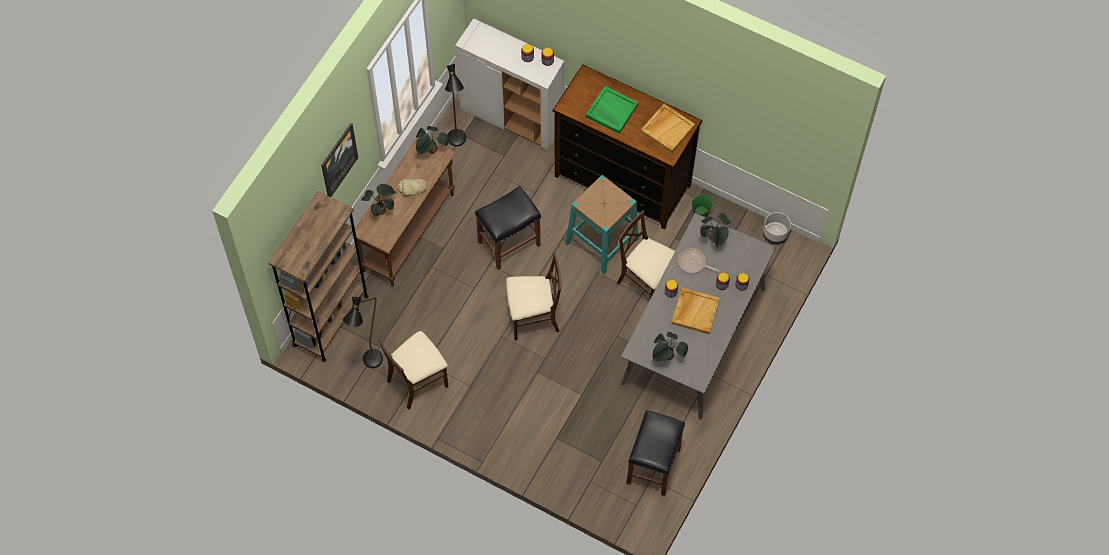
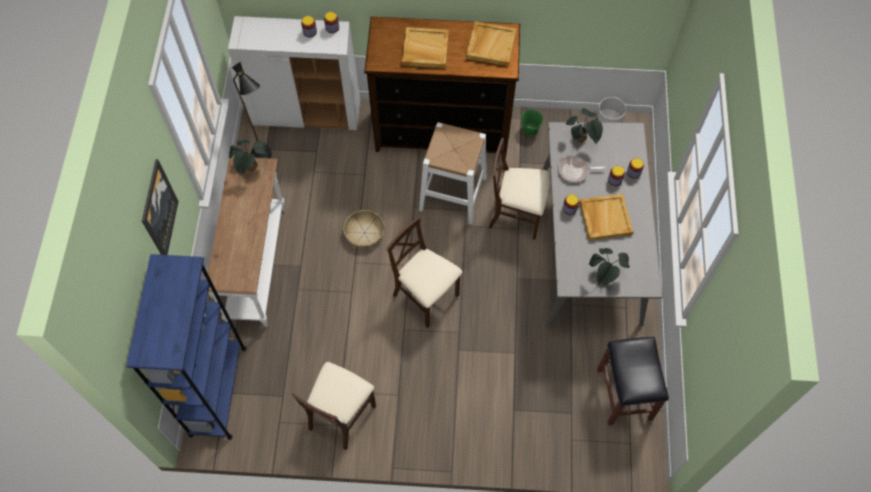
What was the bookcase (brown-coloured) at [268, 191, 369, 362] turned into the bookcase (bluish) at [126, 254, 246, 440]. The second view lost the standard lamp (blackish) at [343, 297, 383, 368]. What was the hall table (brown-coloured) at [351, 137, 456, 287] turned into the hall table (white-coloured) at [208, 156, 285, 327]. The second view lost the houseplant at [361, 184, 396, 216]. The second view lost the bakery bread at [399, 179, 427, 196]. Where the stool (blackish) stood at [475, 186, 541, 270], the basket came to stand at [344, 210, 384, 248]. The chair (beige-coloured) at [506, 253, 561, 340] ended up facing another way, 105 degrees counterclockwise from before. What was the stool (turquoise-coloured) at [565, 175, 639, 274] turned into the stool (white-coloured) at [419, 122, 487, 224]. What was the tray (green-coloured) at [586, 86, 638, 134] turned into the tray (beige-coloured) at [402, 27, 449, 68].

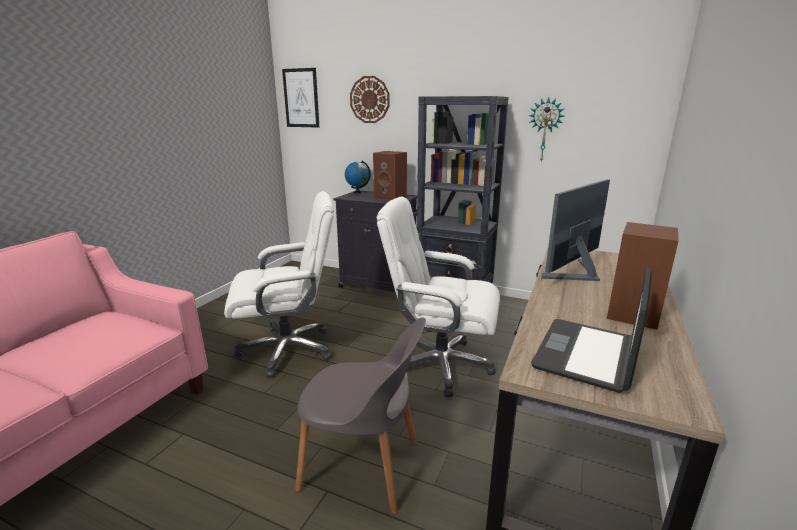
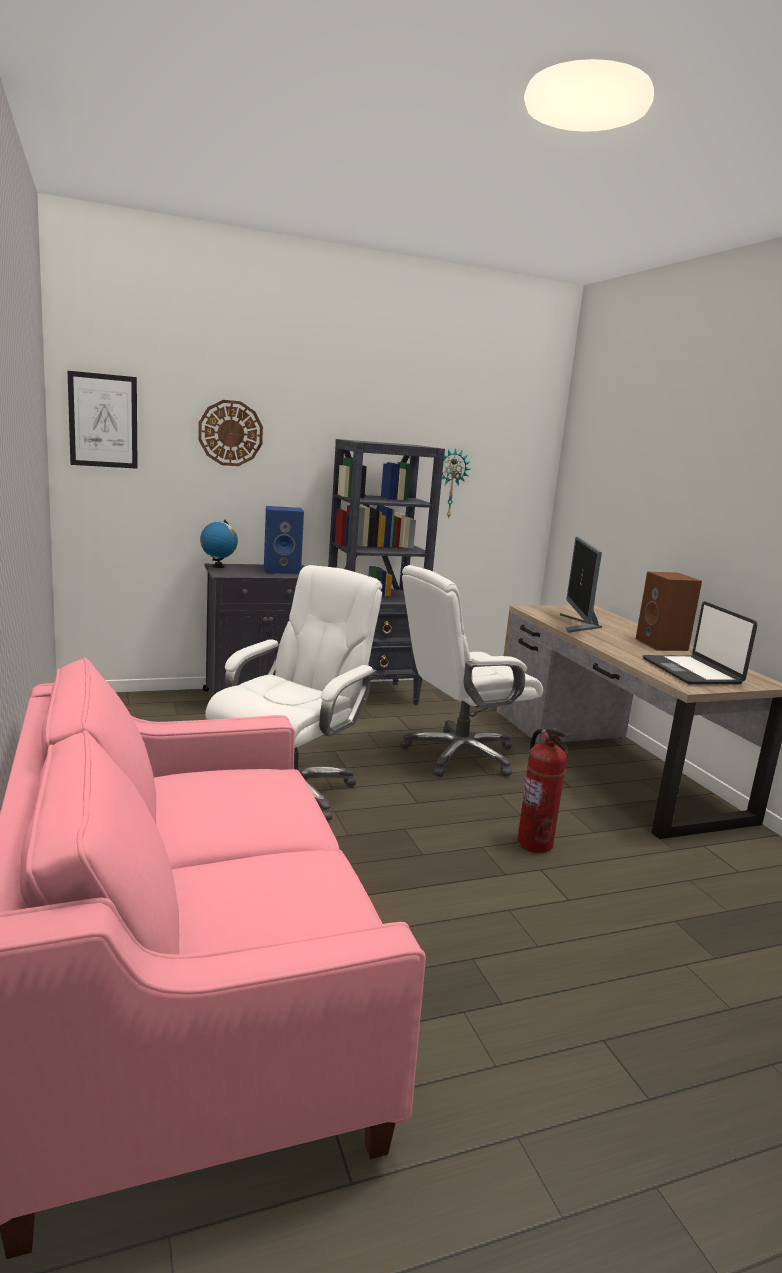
Where the chair (grey) stood at [295, 318, 426, 514], the fire extinguisher came to stand at [517, 728, 570, 853]. What was the loudspeaker (brown-coloured) at [373, 151, 407, 201] turned into the loudspeaker (bluish) at [264, 506, 304, 574].

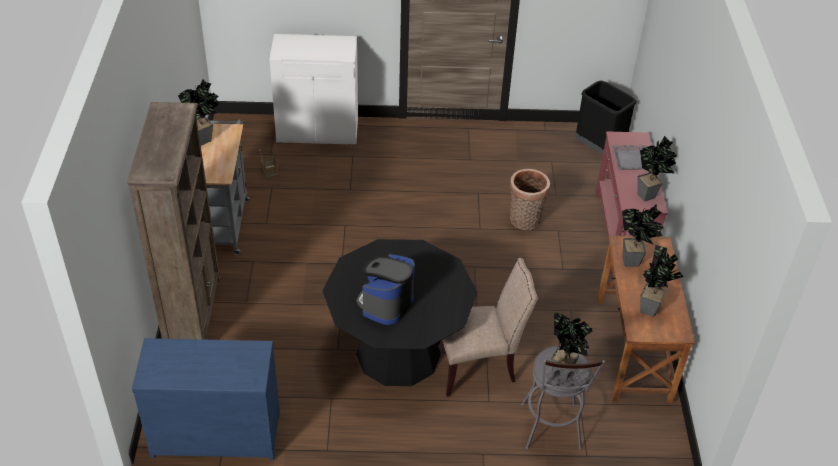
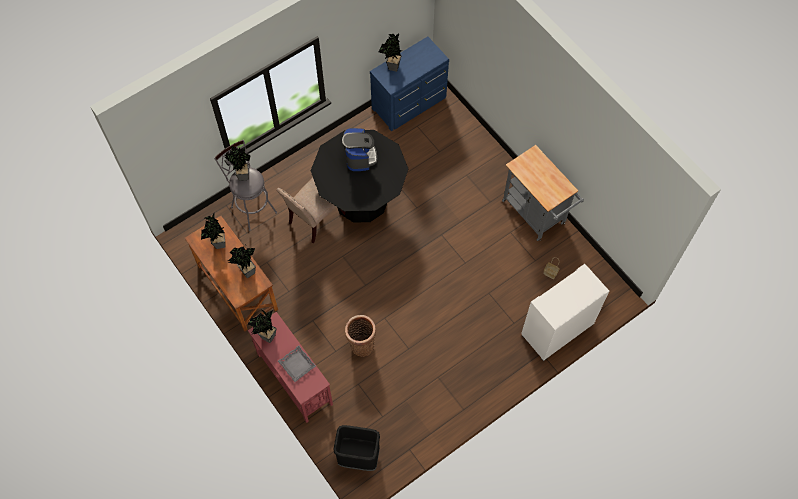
The second view lost the bookcase (brown-coloured) at [127, 102, 220, 340]. The houseplant ended up elsewhere, having gone from [178, 79, 220, 145] to [379, 33, 402, 72].

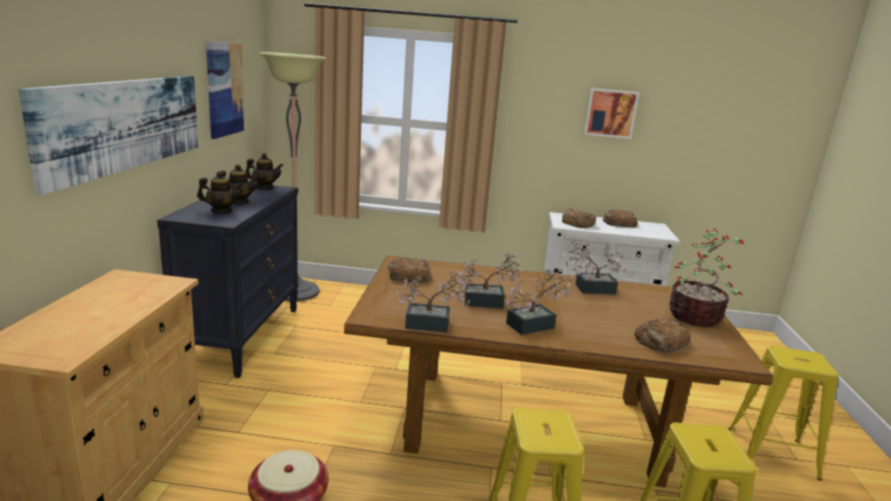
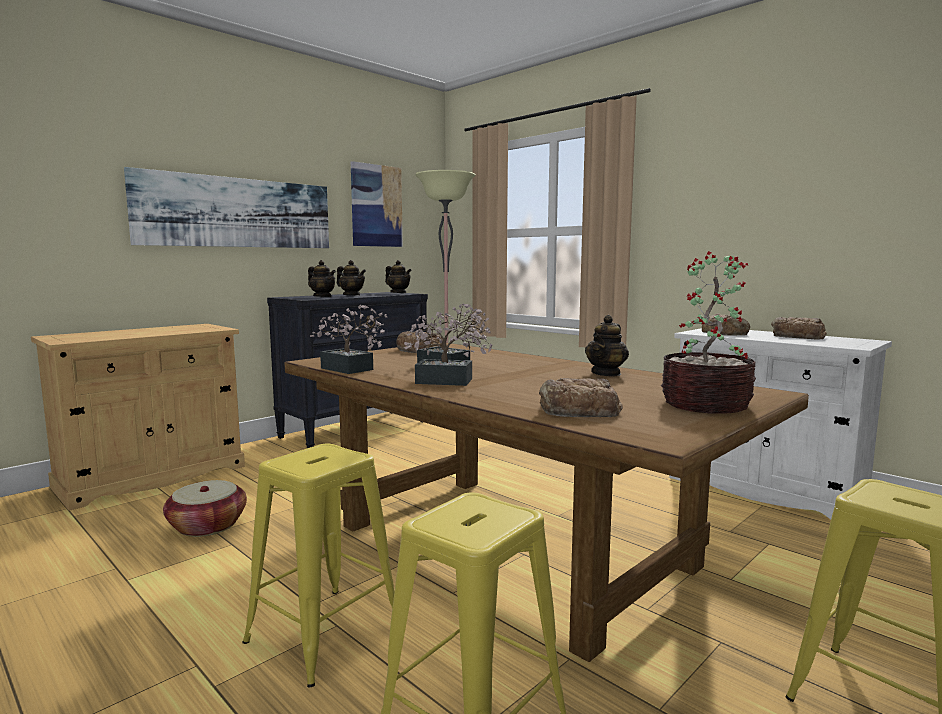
Where the houseplant stood at [566, 239, 627, 295], the tea pot came to stand at [585, 315, 629, 377]. The second view lost the wall picture at [584, 88, 639, 139].

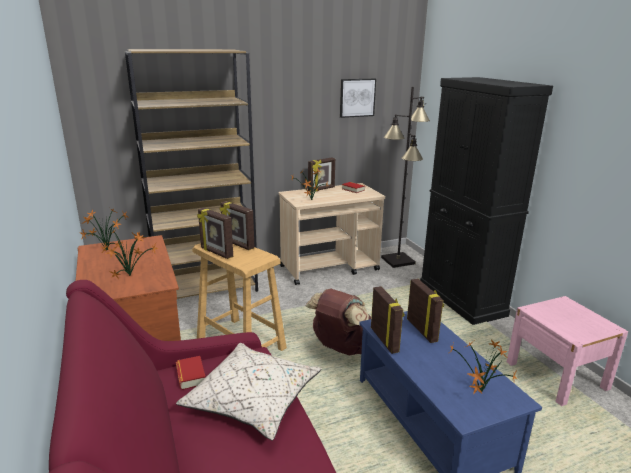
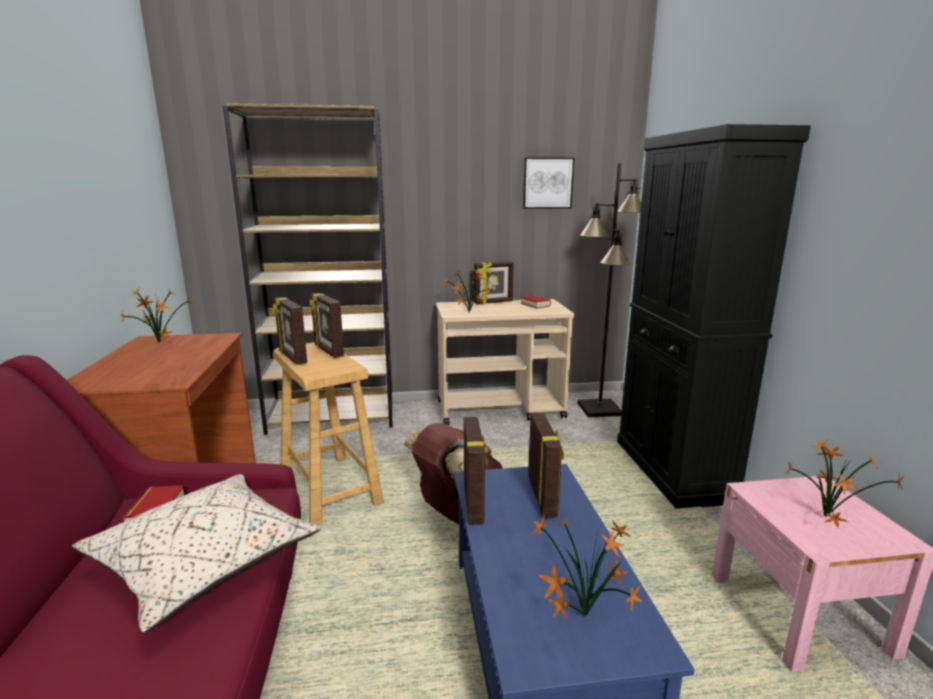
The houseplant ended up elsewhere, having gone from [101, 231, 158, 279] to [785, 439, 904, 528].

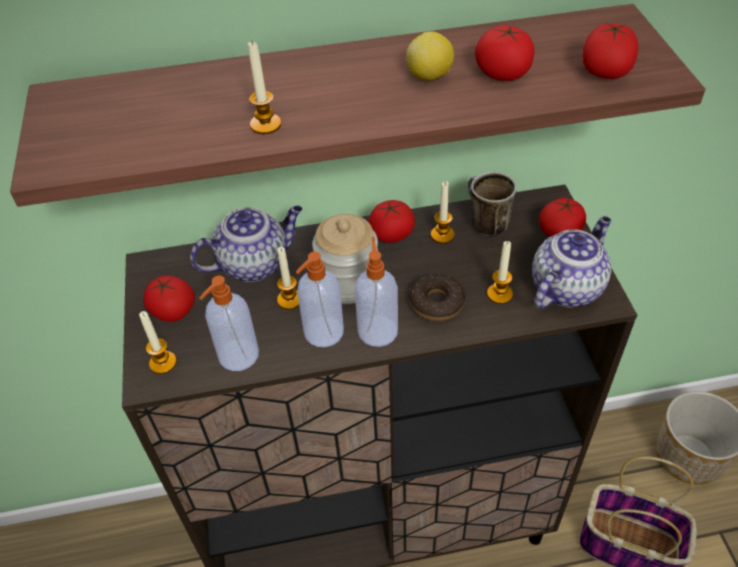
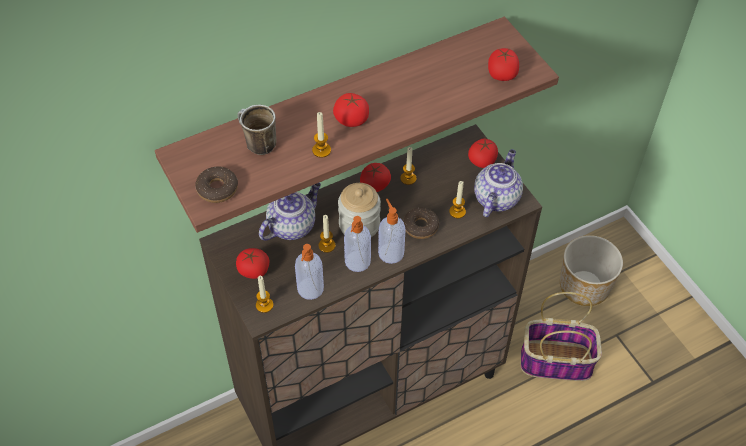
The second view lost the lemon at [406, 31, 454, 81]. The coffee mug ended up elsewhere, having gone from [468, 172, 517, 236] to [237, 104, 276, 155]. The whole tomato ended up elsewhere, having gone from [475, 25, 535, 81] to [333, 93, 369, 127]. The second view gained the donut at [195, 166, 238, 203].

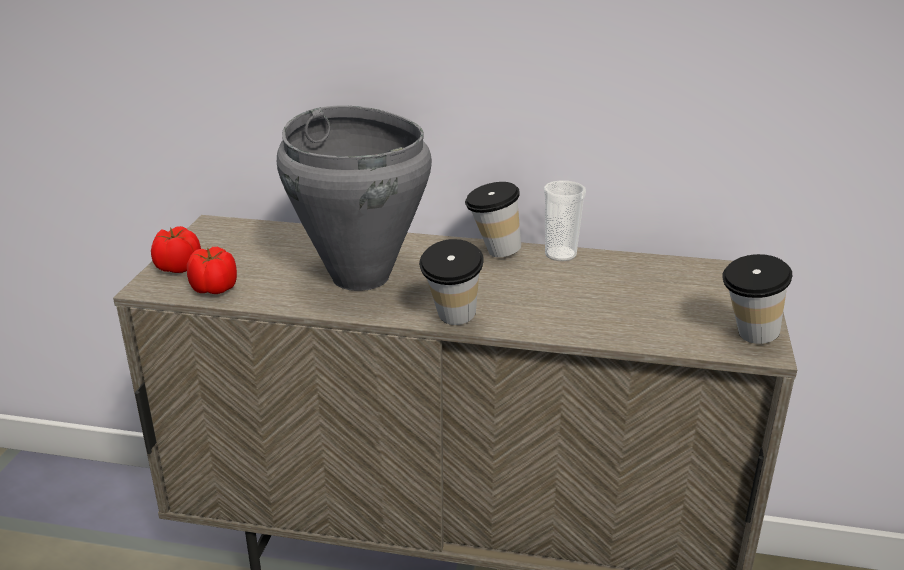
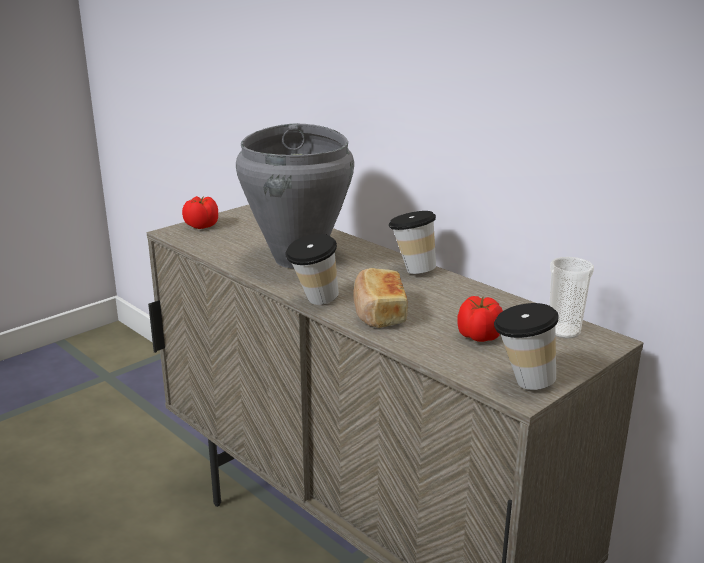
The whole tomato ended up elsewhere, having gone from [187, 247, 237, 294] to [457, 296, 503, 342]. The drinking cup ended up elsewhere, having gone from [544, 180, 586, 261] to [549, 257, 594, 339]. The second view gained the bakery bread at [353, 268, 407, 328].

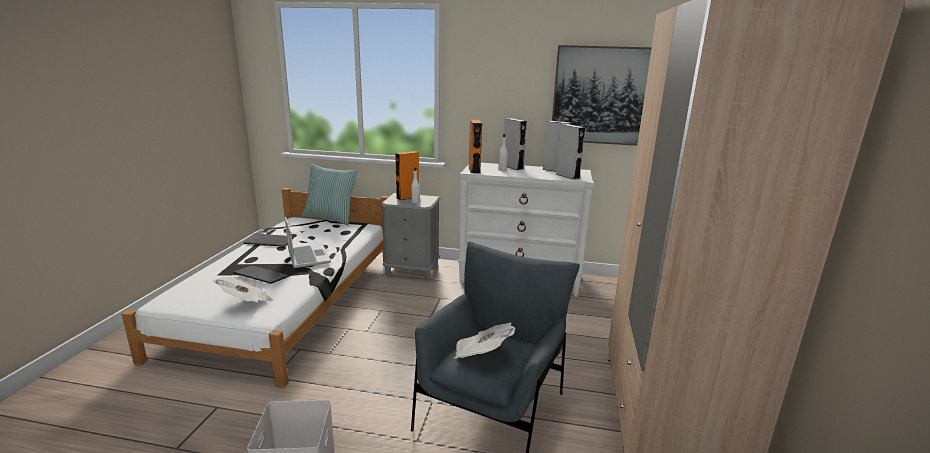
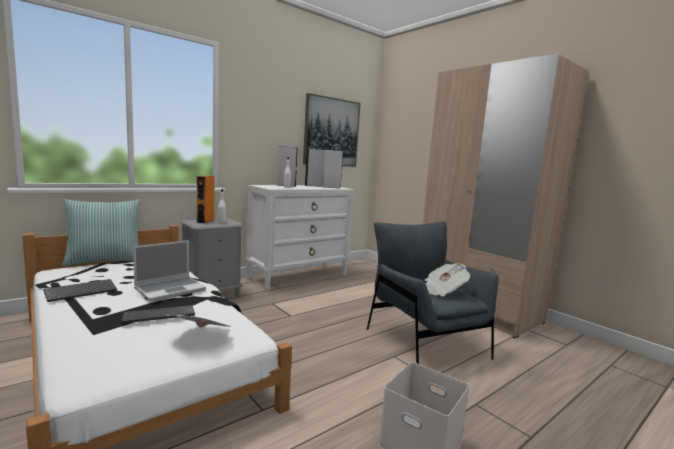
The laptop at [285, 217, 331, 268] ended up facing another way, 120 degrees clockwise from before. The second view lost the loudspeaker (orange) at [469, 120, 482, 174].

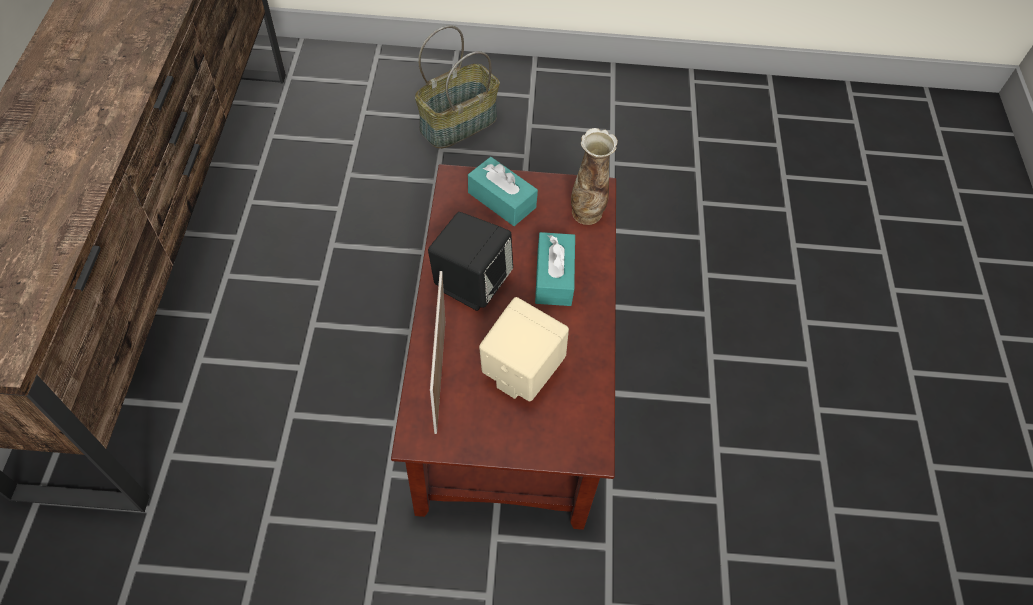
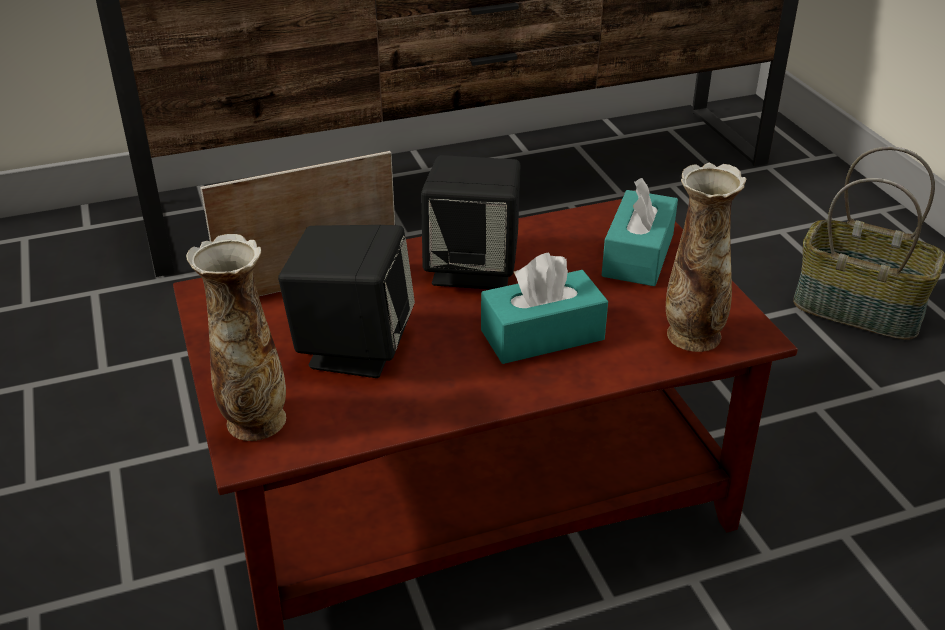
What was the loudspeaker (beige-coloured) at [479, 297, 569, 401] turned into the loudspeaker (blackish) at [278, 225, 415, 378]. The second view gained the decorative vase at [186, 234, 286, 441].

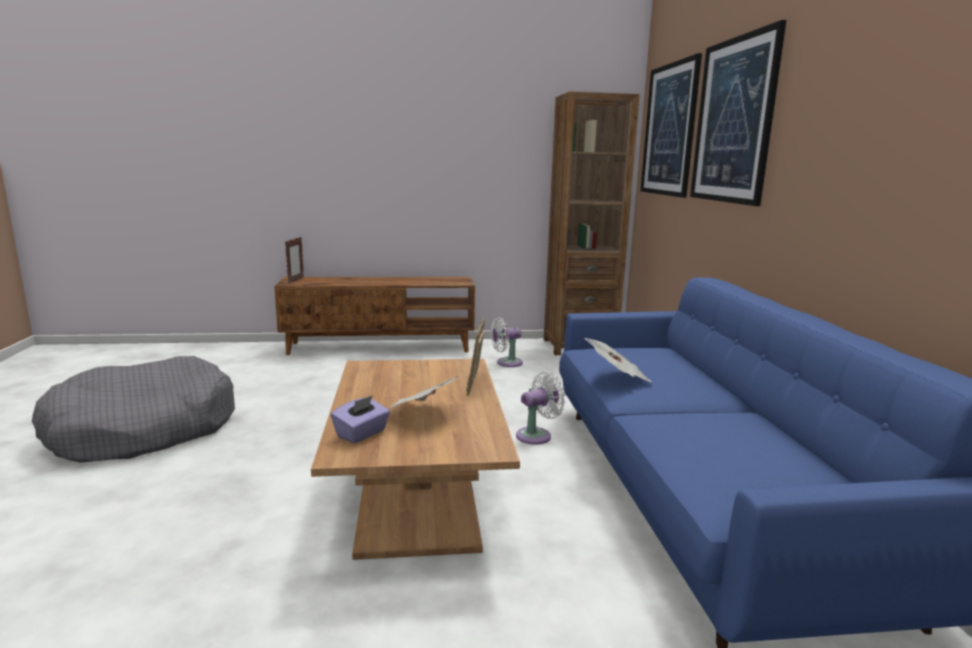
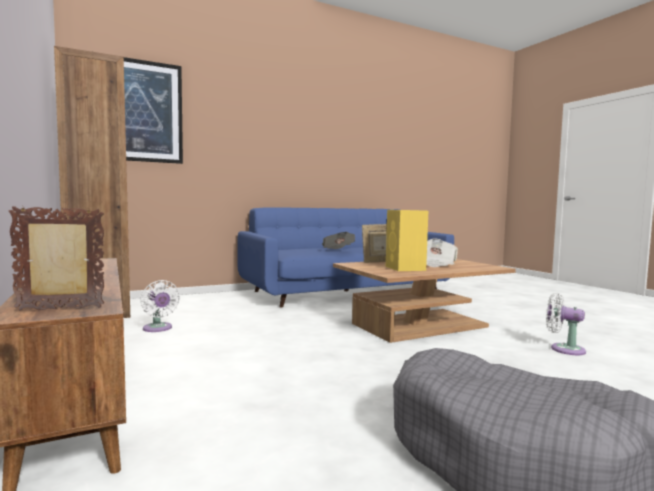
The second view lost the tissue box (purplish) at [331, 395, 390, 443]. The fan (white-coloured) ended up elsewhere, having gone from [516, 372, 565, 445] to [546, 293, 586, 355]. The second view lost the wall picture at [690, 20, 787, 206]. The second view gained the loudspeaker (yellowish) at [386, 210, 428, 271].

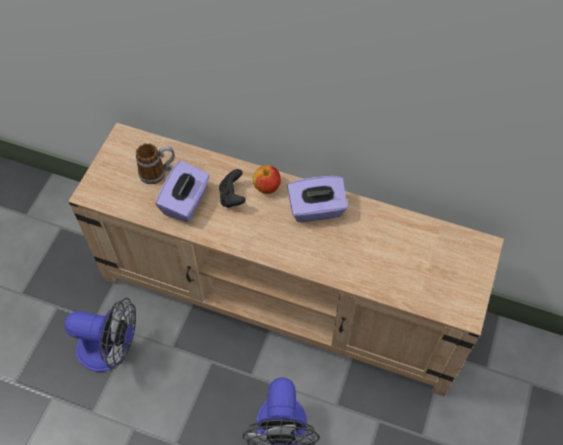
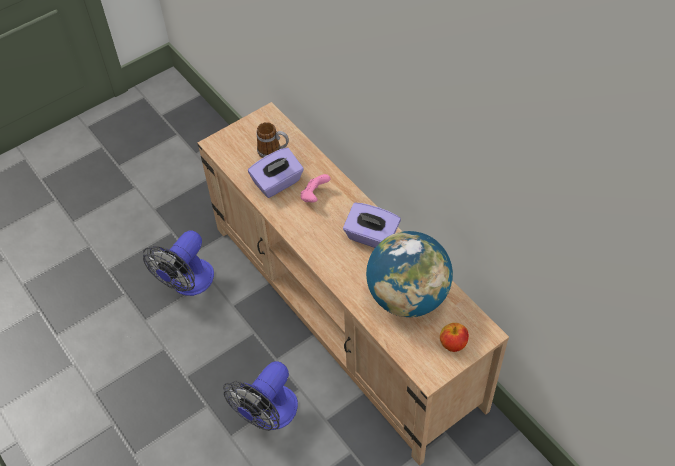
The fan at [65, 298, 136, 372] ended up facing another way, 75 degrees clockwise from before. What was the game controller (blackish) at [219, 169, 246, 208] turned into the game controller (pink-coloured) at [301, 174, 330, 203]. The whole apple ended up elsewhere, having gone from [253, 165, 281, 194] to [440, 323, 469, 352]. The second view gained the desk globe at [366, 231, 453, 317].

